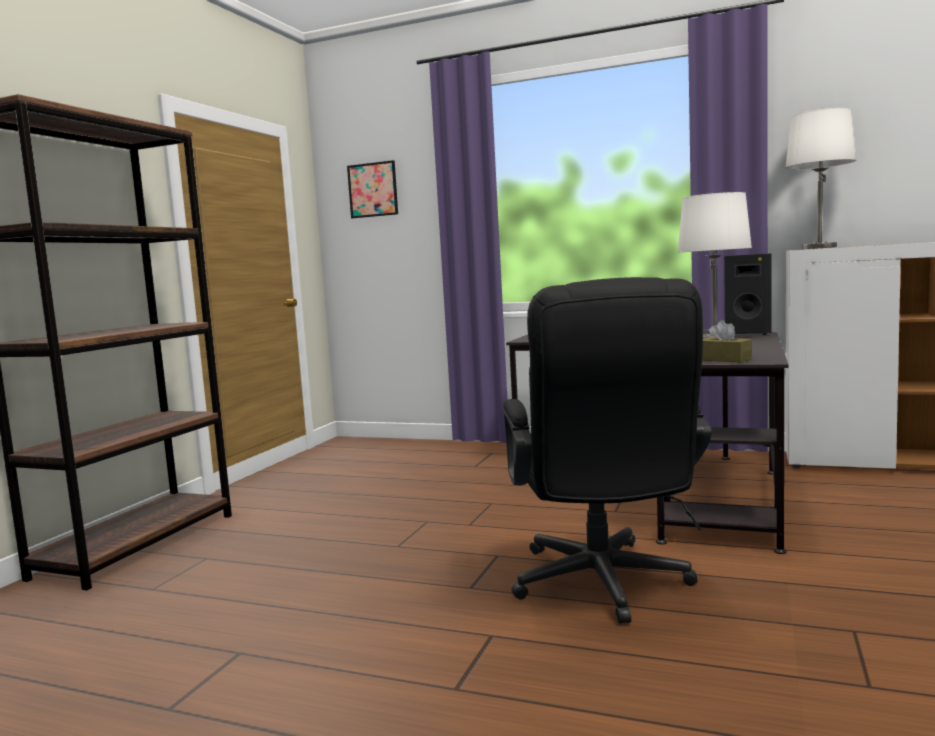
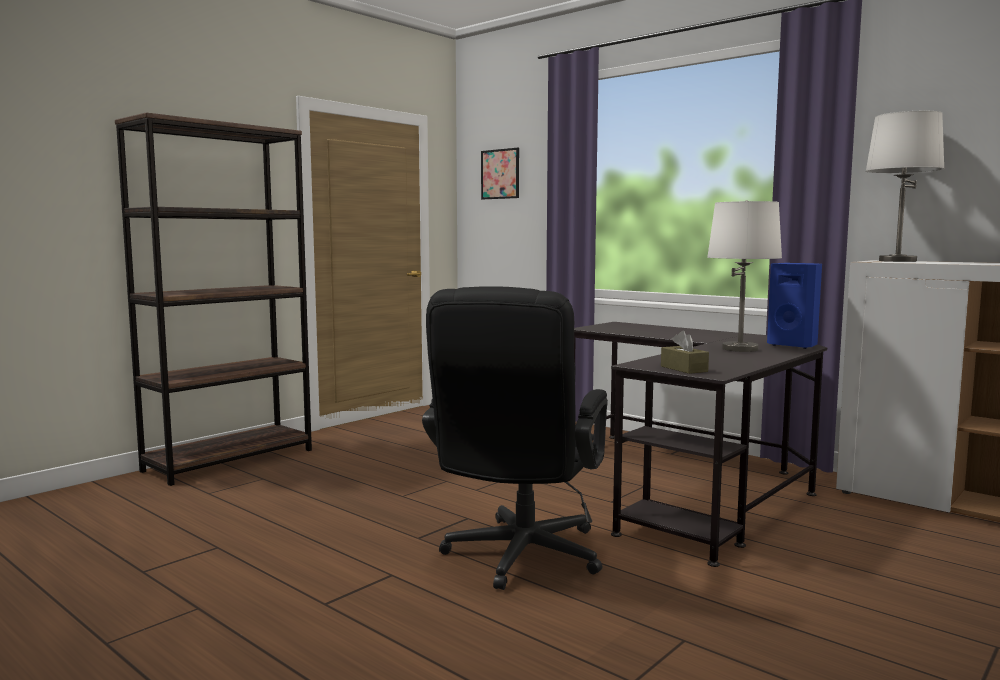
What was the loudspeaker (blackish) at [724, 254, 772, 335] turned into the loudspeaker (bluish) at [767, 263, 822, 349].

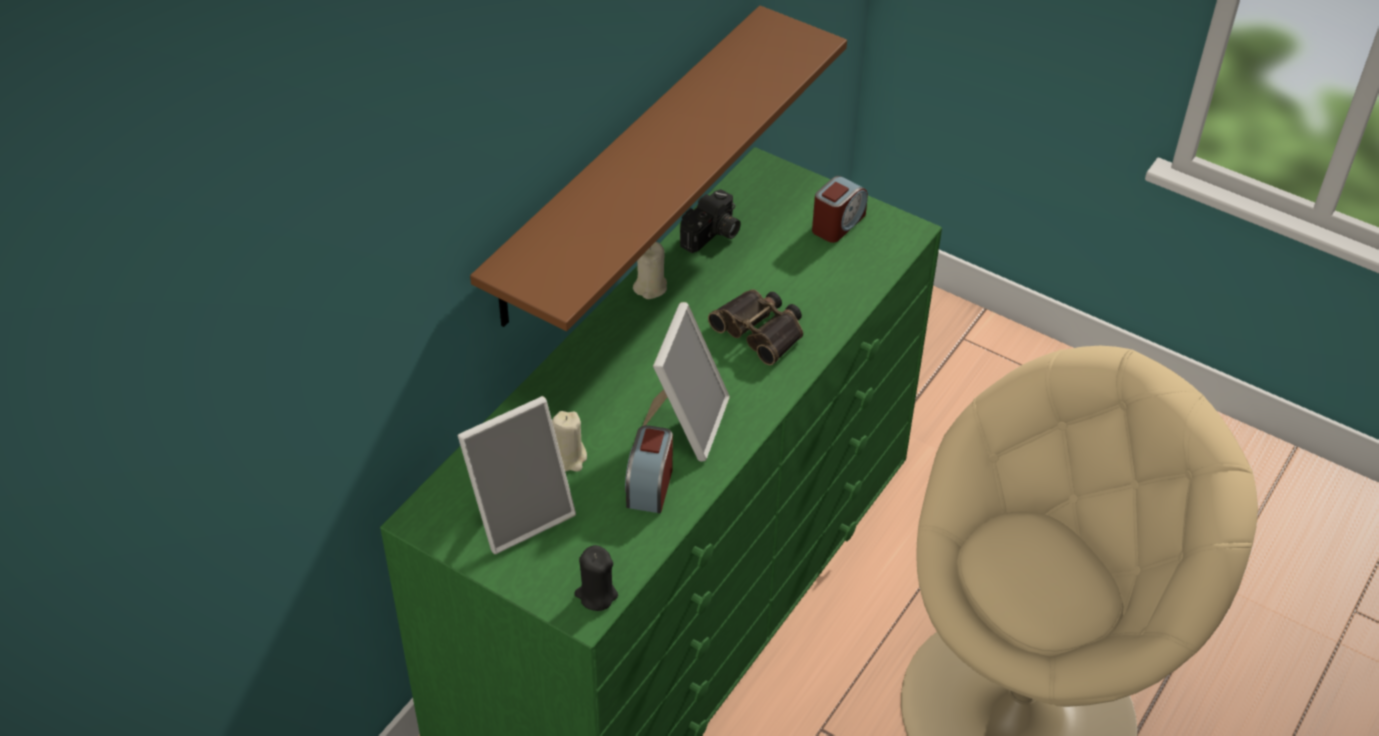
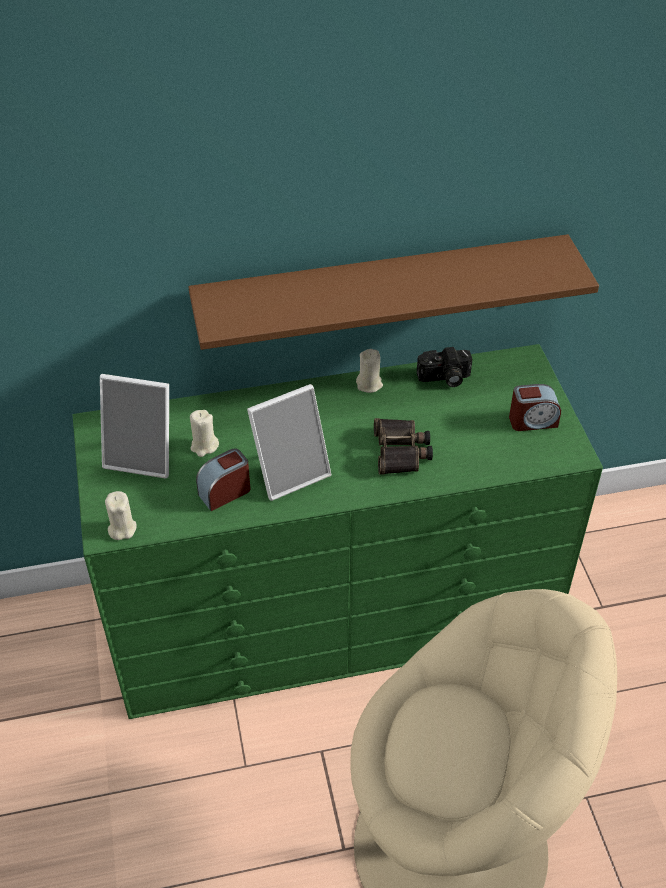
What was the wax light (blackish) at [574, 545, 618, 611] turned into the wax light (beige-coloured) at [105, 491, 137, 540].

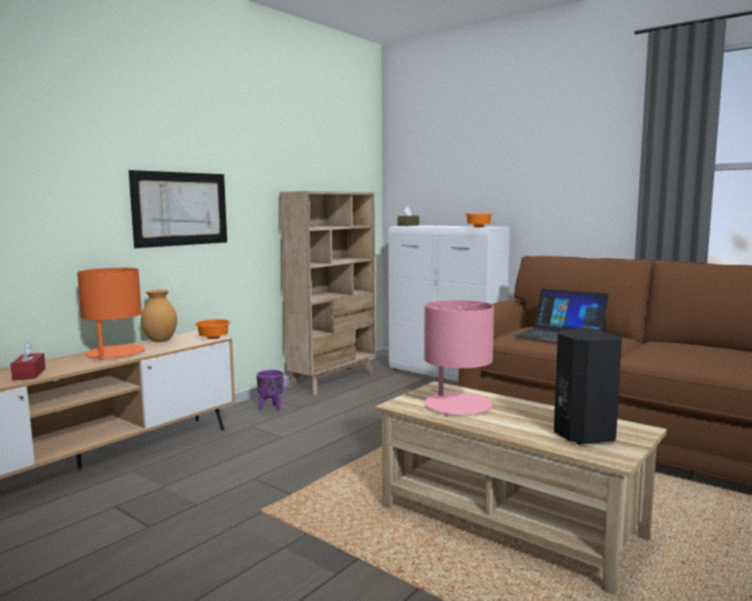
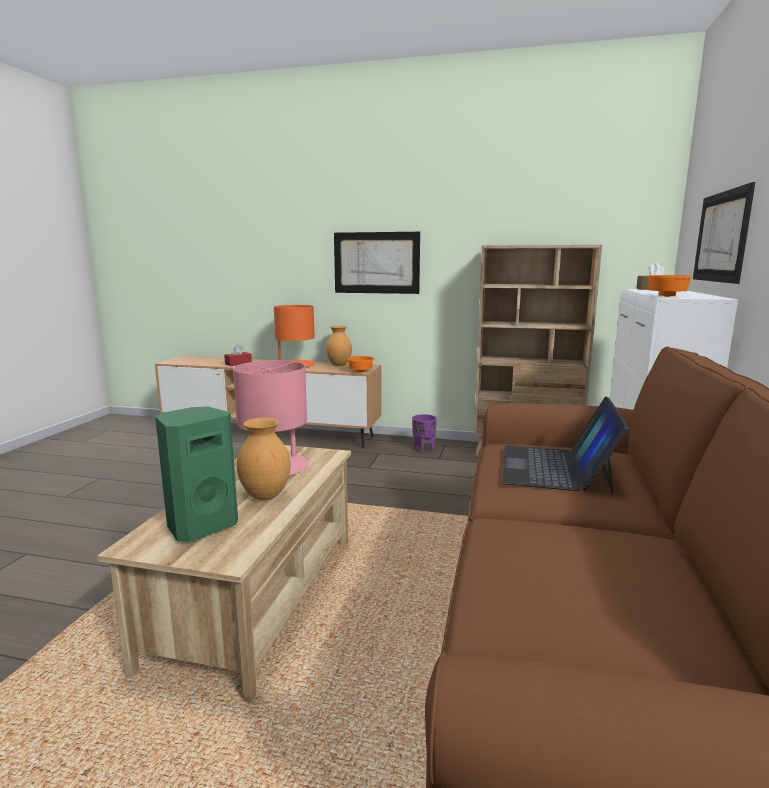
What was the loudspeaker (blackish) at [554, 328, 622, 444] turned into the loudspeaker (green-coloured) at [155, 406, 238, 542]. The second view gained the decorative vase (brown-coloured) at [237, 418, 290, 500]. The second view gained the wall picture at [693, 182, 755, 284].

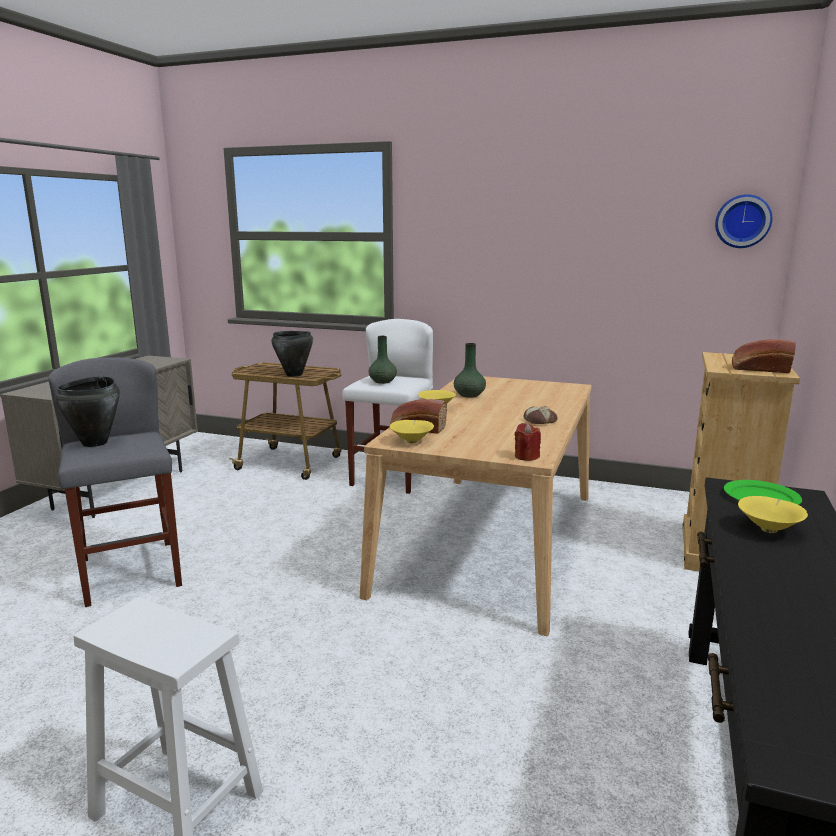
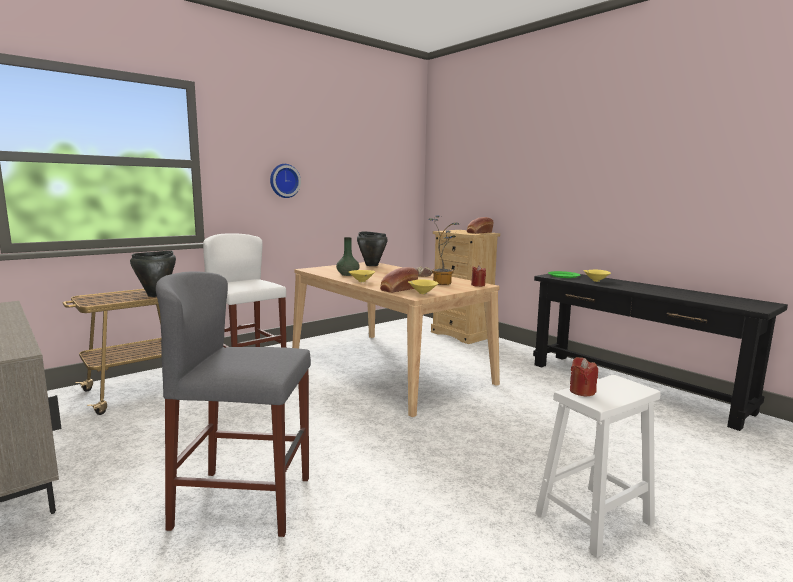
The saucepot (blackish) ended up elsewhere, having gone from [55, 376, 120, 447] to [357, 231, 388, 266]. The second view lost the decorative vase (green-coloured) at [369, 336, 397, 384]. The clock on the wall ended up elsewhere, having gone from [715, 194, 772, 248] to [270, 164, 301, 198]. The second view gained the houseplant at [428, 215, 460, 285]. The second view gained the wax light (red) at [570, 357, 598, 396].

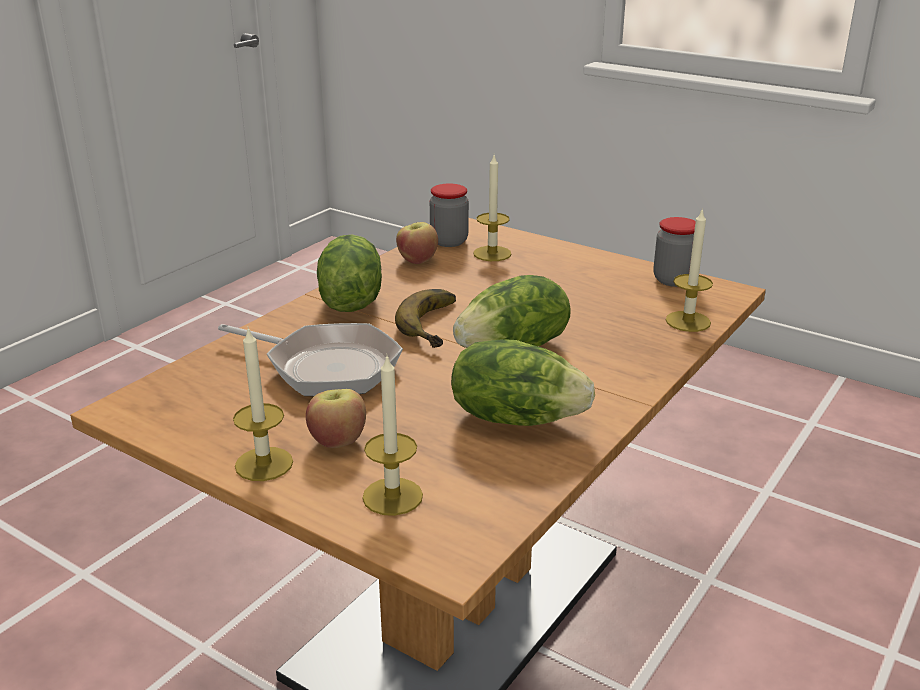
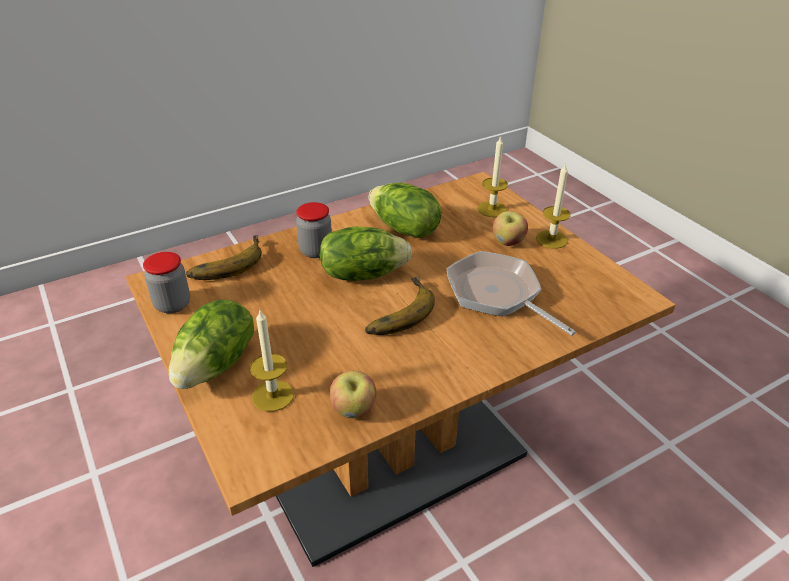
The lettuce head ended up elsewhere, having gone from [317, 235, 382, 312] to [169, 299, 254, 389]. The storage jar ended up elsewhere, having gone from [430, 184, 469, 247] to [296, 202, 332, 258]. Where the wax light stood at [666, 208, 713, 332], the banana came to stand at [186, 235, 262, 280].

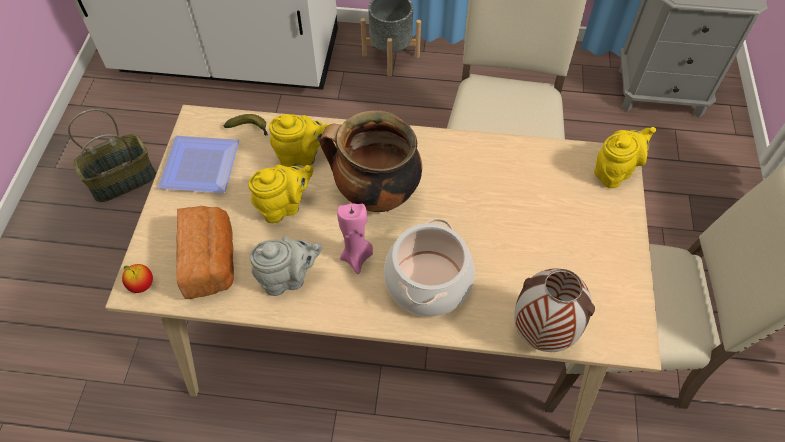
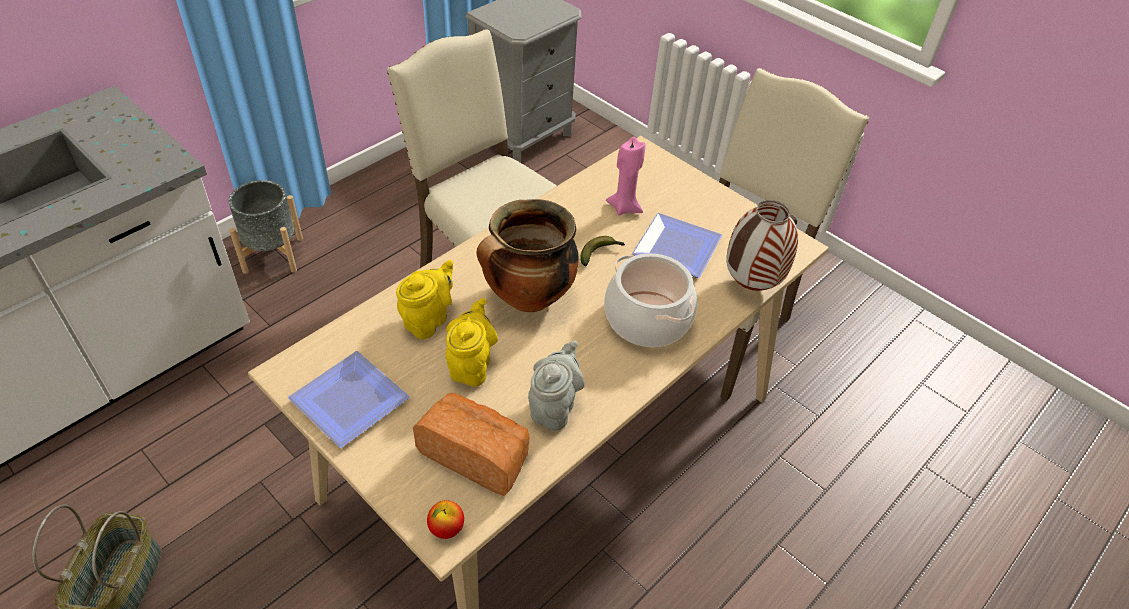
The banana ended up elsewhere, having gone from [223, 114, 268, 135] to [580, 236, 625, 266]. The wax light (pink-coloured) ended up elsewhere, having gone from [337, 203, 373, 274] to [606, 137, 645, 216]. The second view lost the tea pot (yellowish) at [594, 127, 656, 188]. The second view gained the plate at [632, 213, 722, 278].

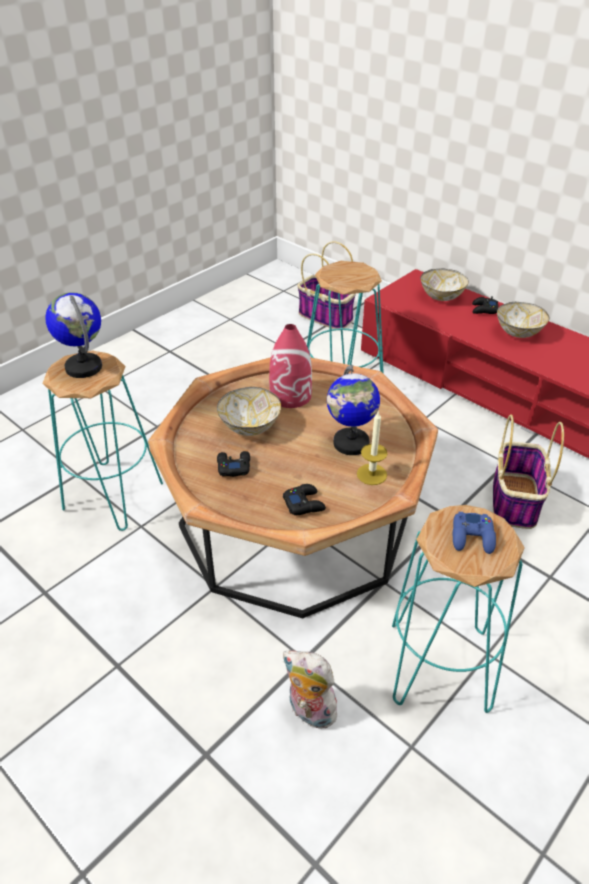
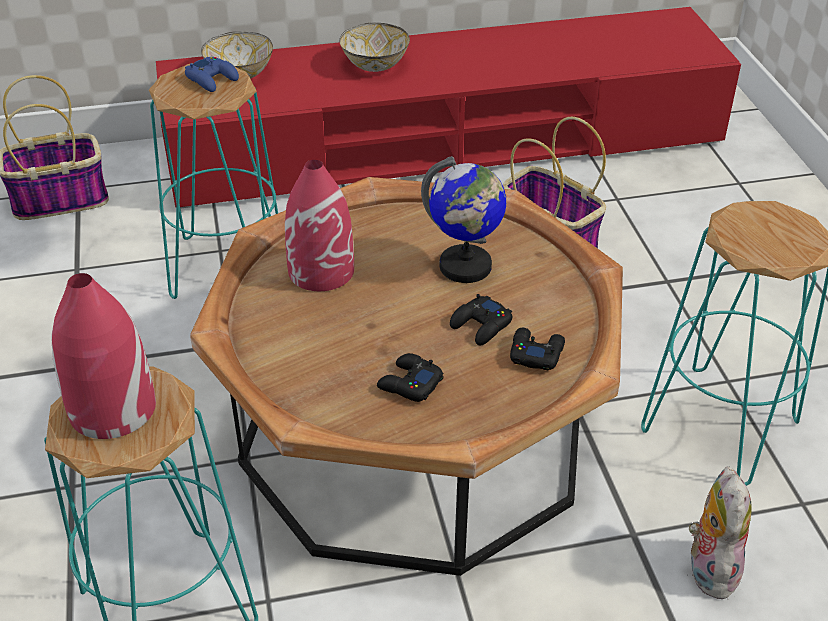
Where the desk globe stood at [45, 292, 102, 378], the decorative vase (red) came to stand at [51, 273, 156, 439]. The second view lost the bowl at [217, 387, 281, 436]. The cuddly toy at [283, 650, 337, 730] ended up facing another way, 120 degrees clockwise from before. The second view lost the wax light at [357, 412, 388, 485]. The game controller (bluish) ended up elsewhere, having gone from [453, 512, 496, 554] to [185, 57, 239, 92]. The game controller (blackish) ended up elsewhere, having gone from [472, 296, 498, 314] to [450, 294, 512, 346].

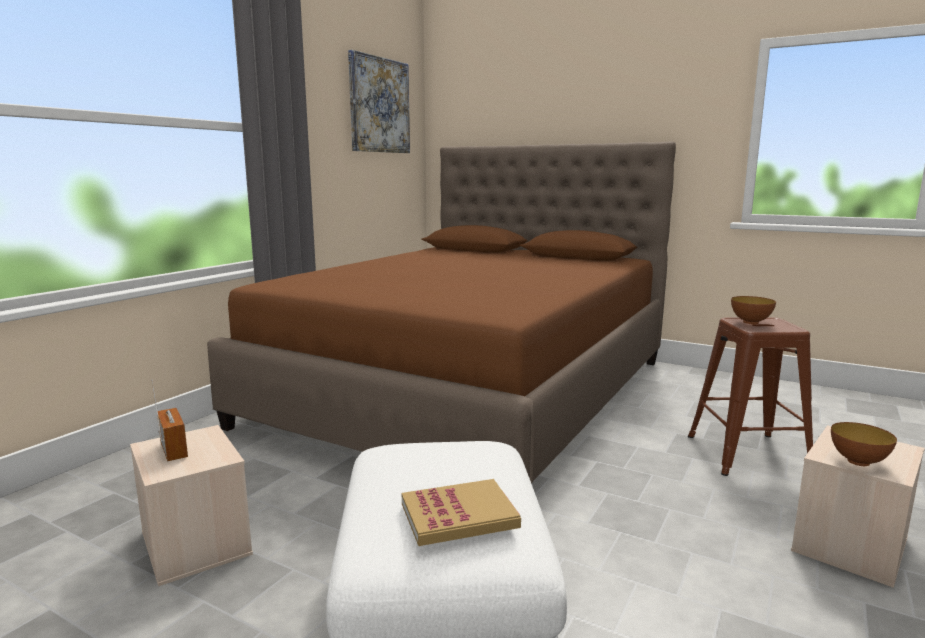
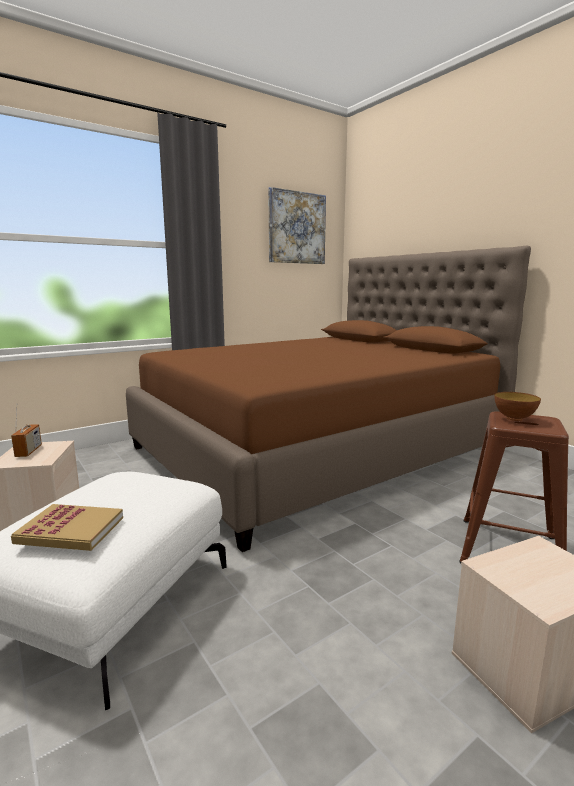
The second view lost the bowl at [831, 422, 897, 466].

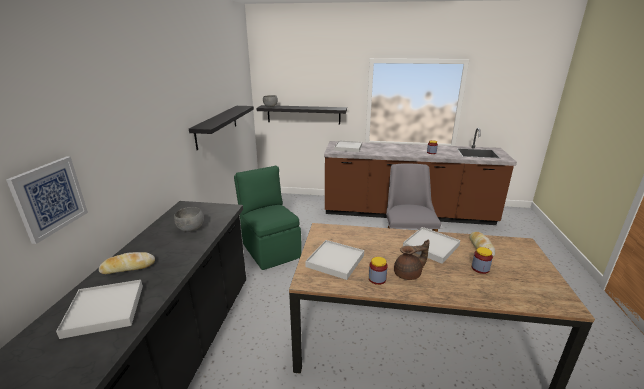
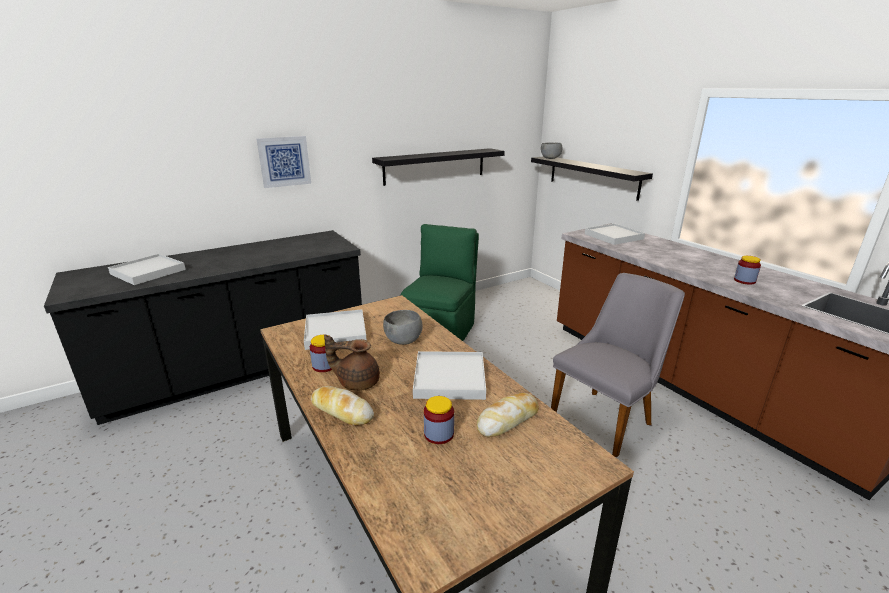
The wall picture ended up elsewhere, having gone from [6, 157, 88, 244] to [256, 136, 311, 188]. The bakery bread ended up elsewhere, having gone from [99, 252, 155, 274] to [311, 386, 374, 426]. The bowl (grey) ended up elsewhere, having gone from [174, 207, 204, 232] to [383, 310, 423, 345]. The tea pot (brown-coloured) at [394, 240, 430, 280] ended up facing another way, 150 degrees clockwise from before.

